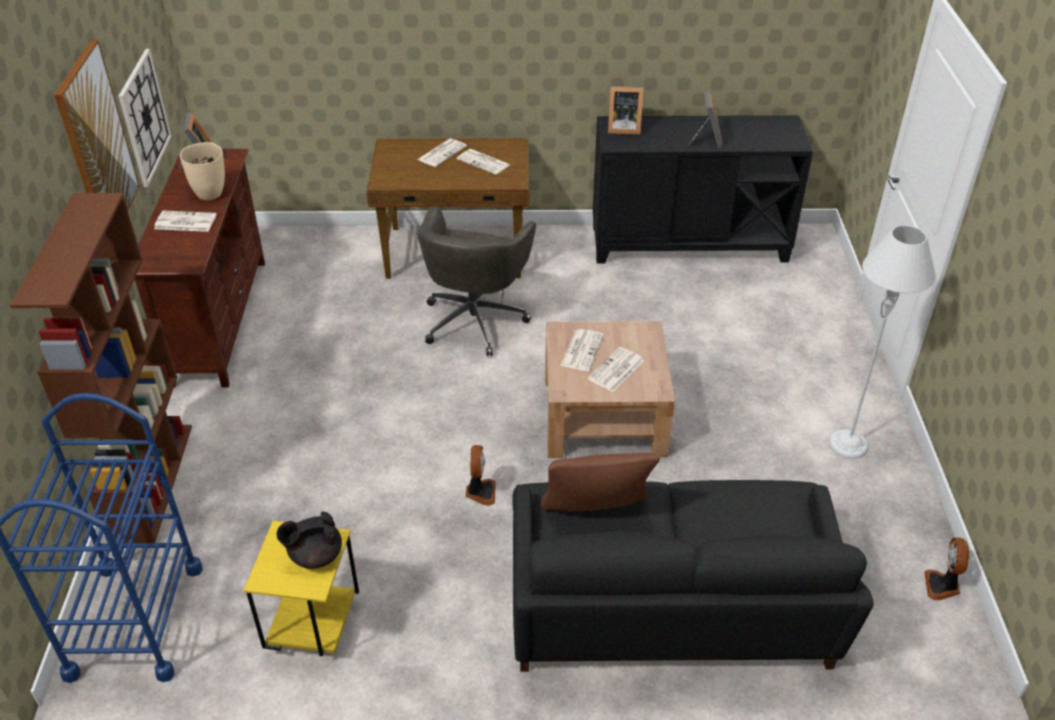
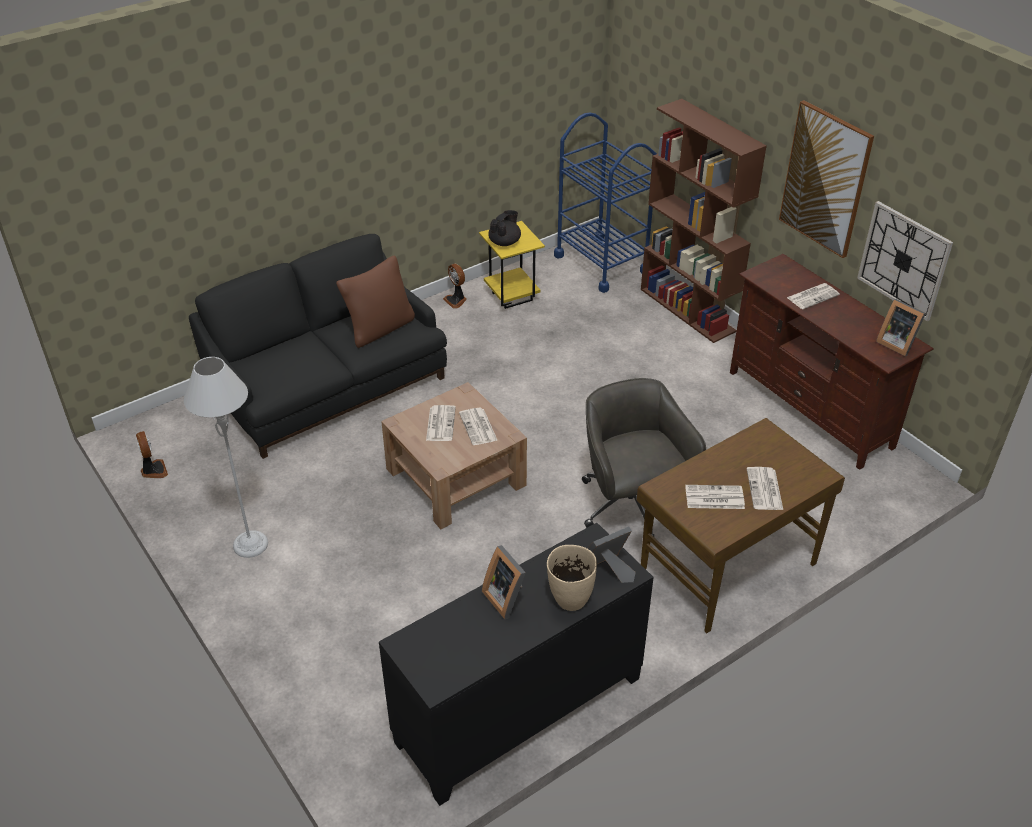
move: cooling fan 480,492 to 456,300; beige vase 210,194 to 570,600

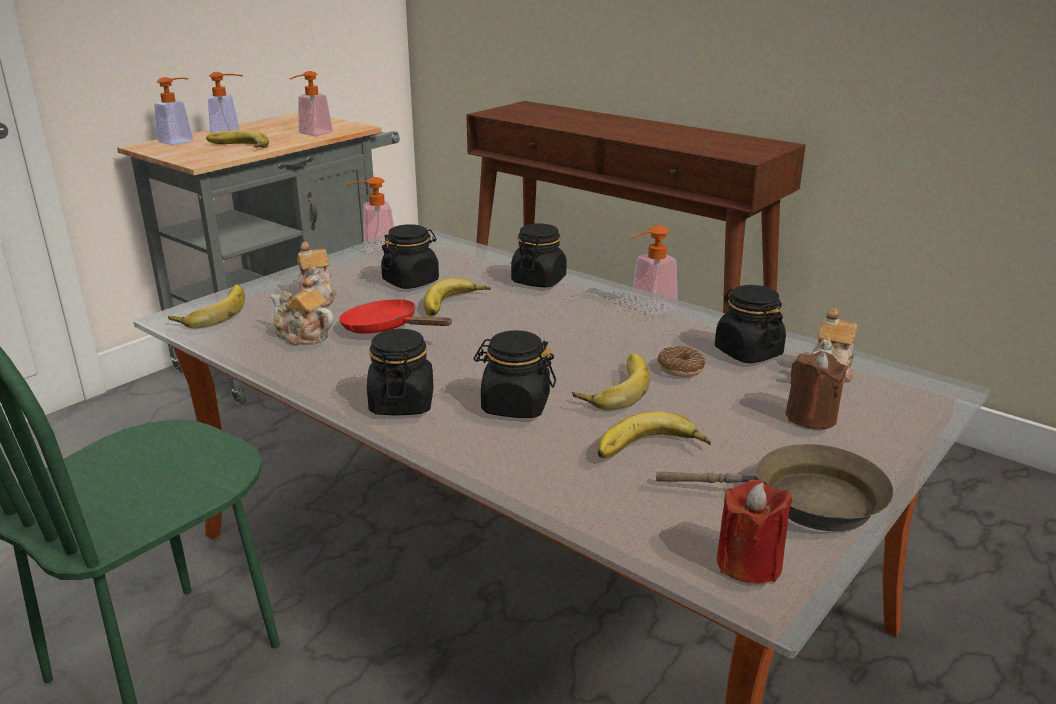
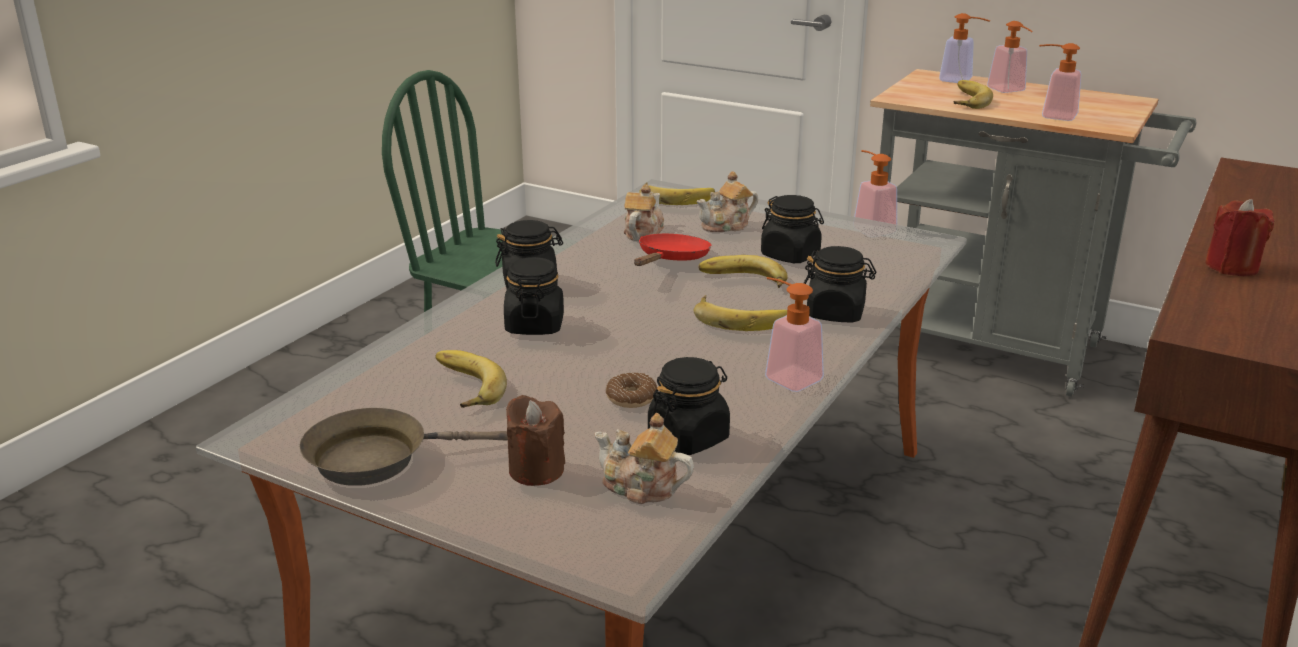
move: whole banana 613,387 to 740,318; red wax light 749,563 to 1231,267
rotate: brown-coloured skillet 805,501 = 378,458 75 degrees clockwise

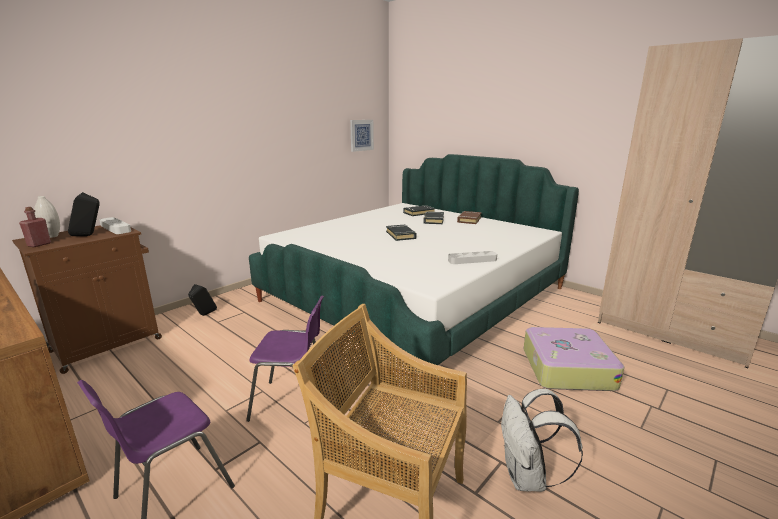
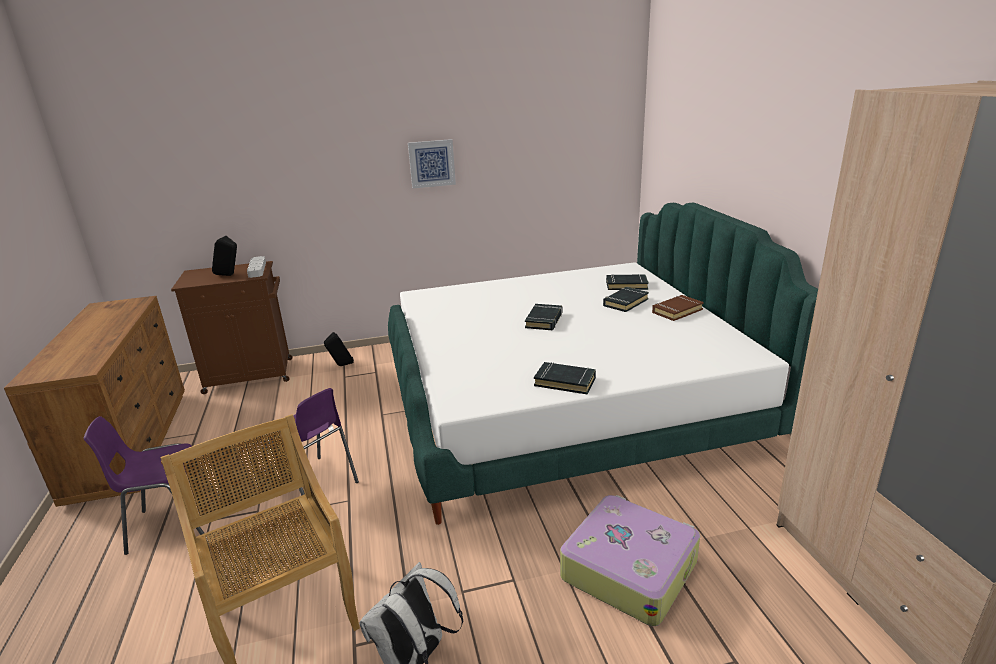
delete: red bottle 39,244; white vase 52,236
move: wall art 361,135 to 431,163
replace: grey tray 472,260 to black book 565,382

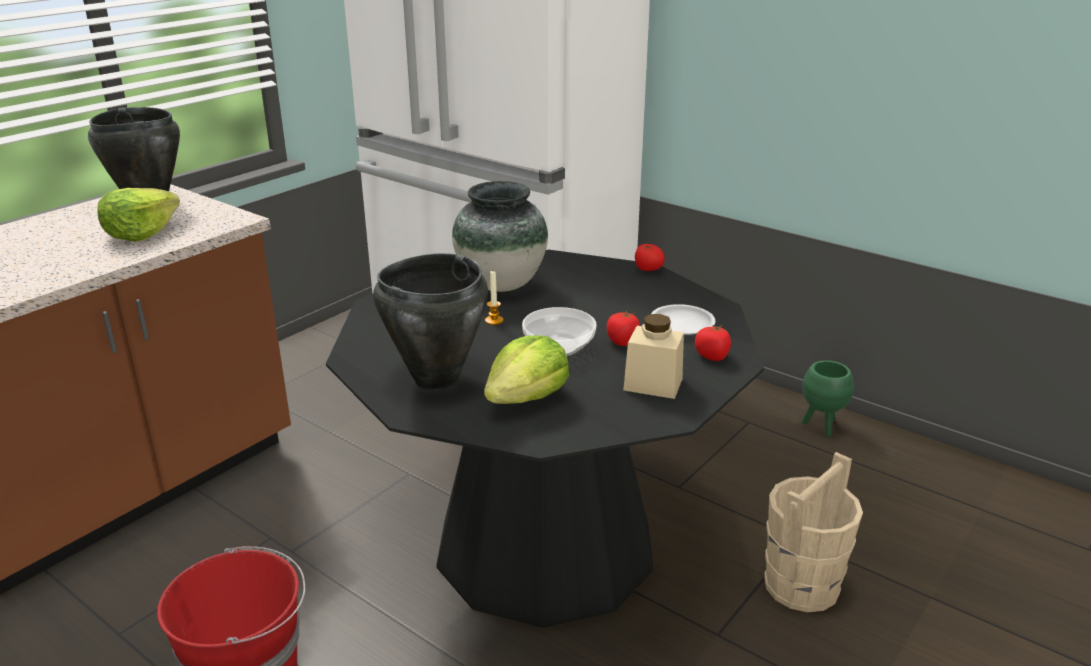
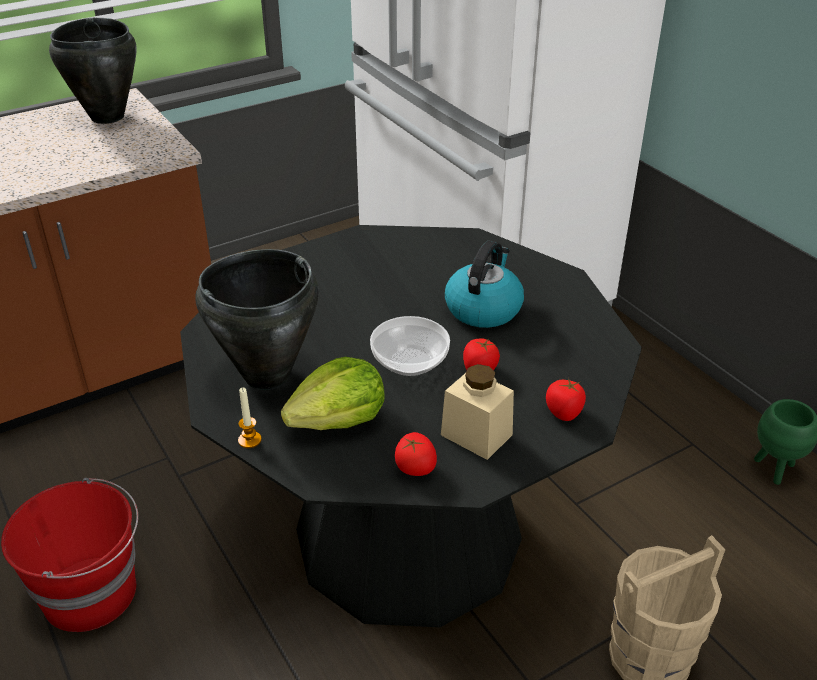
delete: head of lettuce 141,233; vase 500,284; white flat dish 681,324
insert: kettle 483,308
move: wax light 494,320 to 249,440; whole tomato 648,269 to 415,468

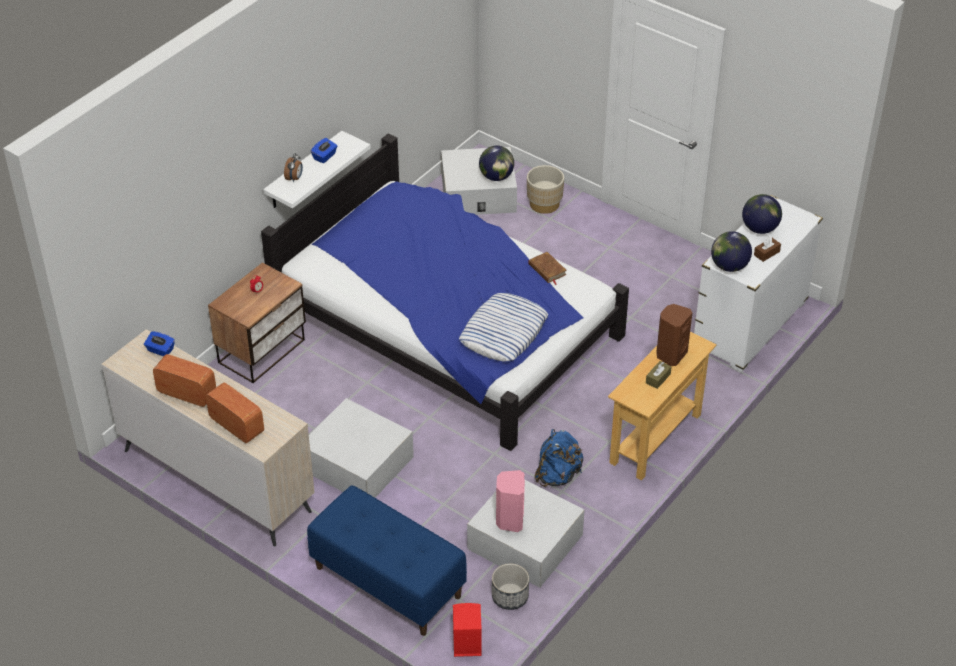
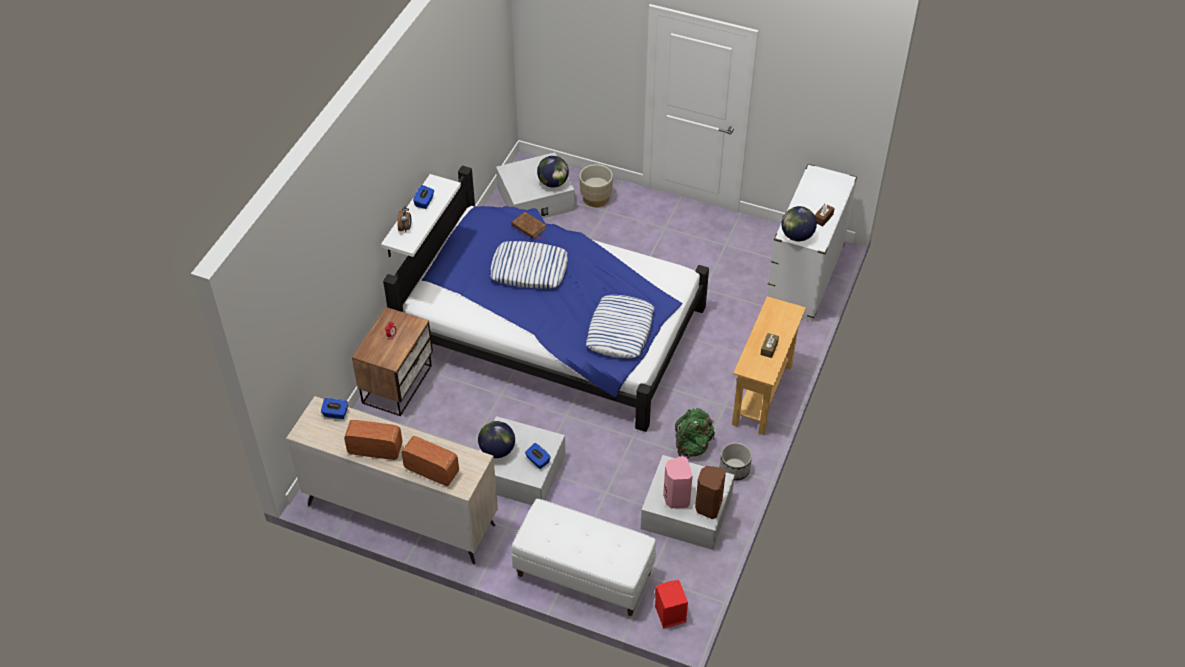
insert: throw pillow 529,269; blue-coloured box of tissues 537,461
move: world globe 759,229 to 497,450; brown-coloured book 547,270 to 529,227; brown-coloured loudspeaker 670,354 to 708,506; flower pot 509,596 to 734,469
recolor: blue-coloured long seat 387,582 to white long seat 583,574; blue-coloured rucksack 557,475 to green rucksack 693,445

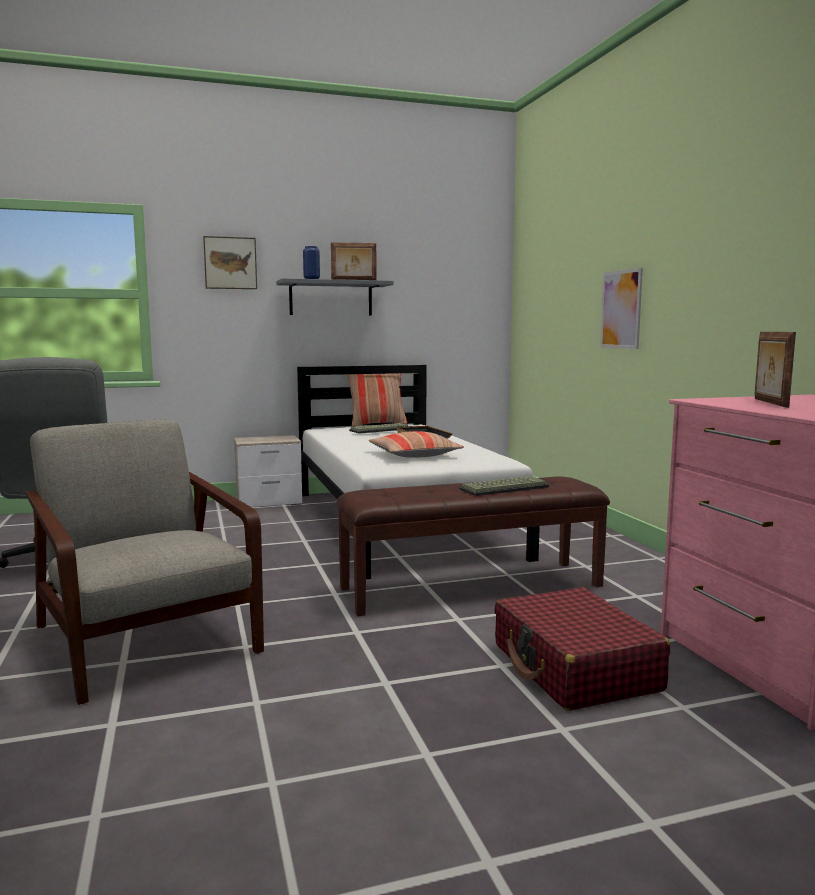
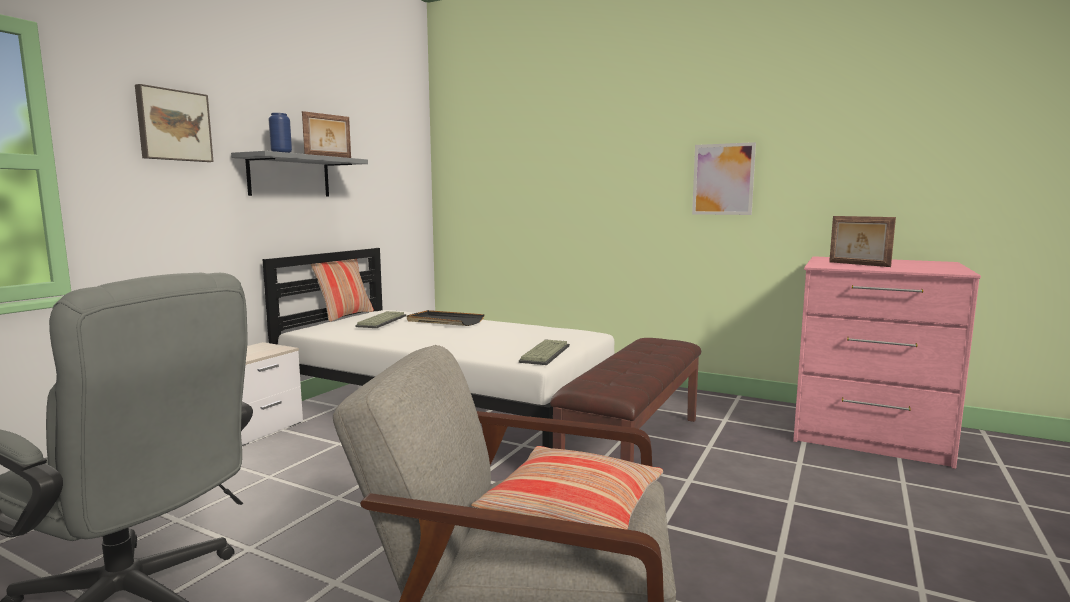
delete: red suitcase 575,668
move: throw pillow 414,455 to 572,509; computer keyboard 504,488 to 544,353; wall art 621,309 to 723,179

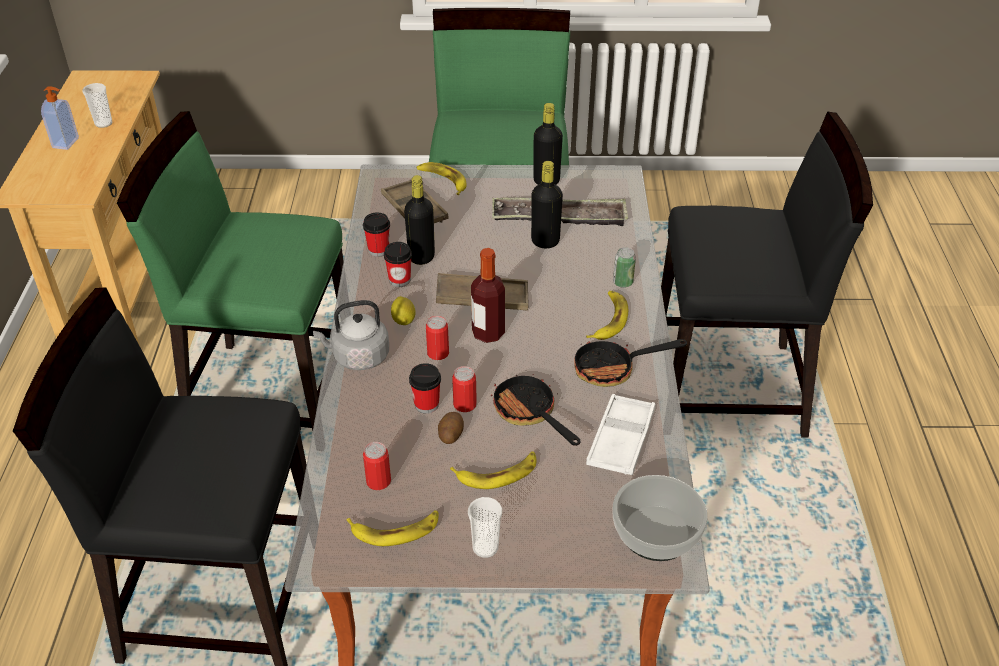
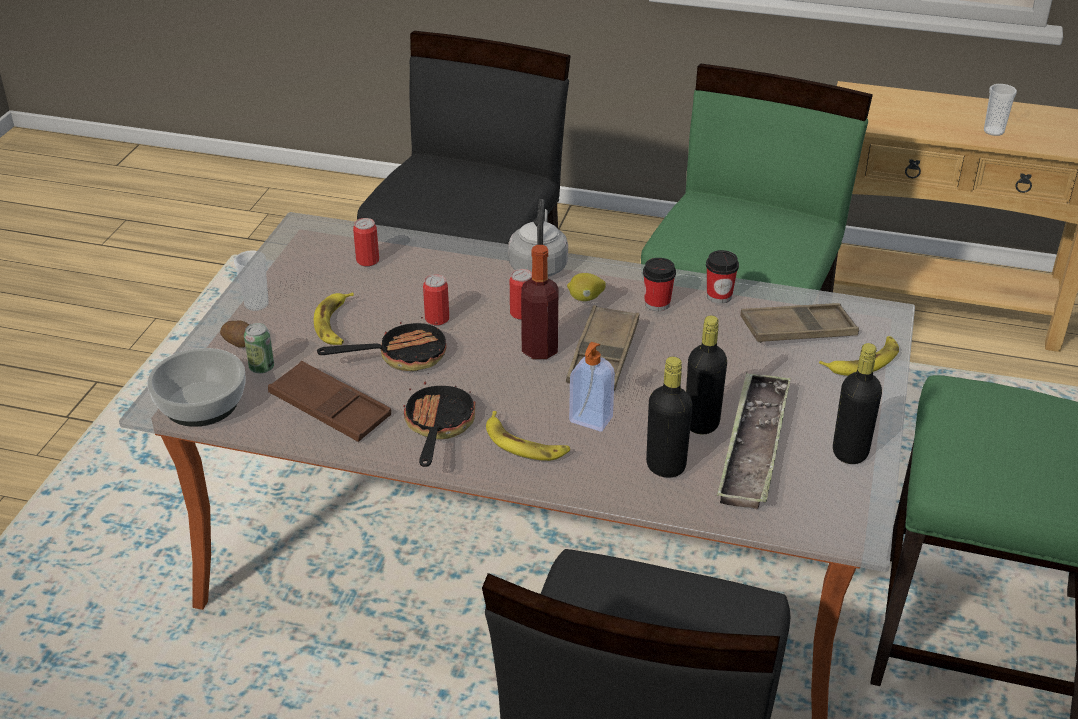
delete: whole banana 395,530; drinking cup 426,404
move: spud 450,434 to 240,342; sealed can 622,282 to 261,367; liquid soap bottle 66,143 to 590,420; black bottle 421,257 to 665,466
recolor: white tray 621,439 to brown-coloured tray 330,409

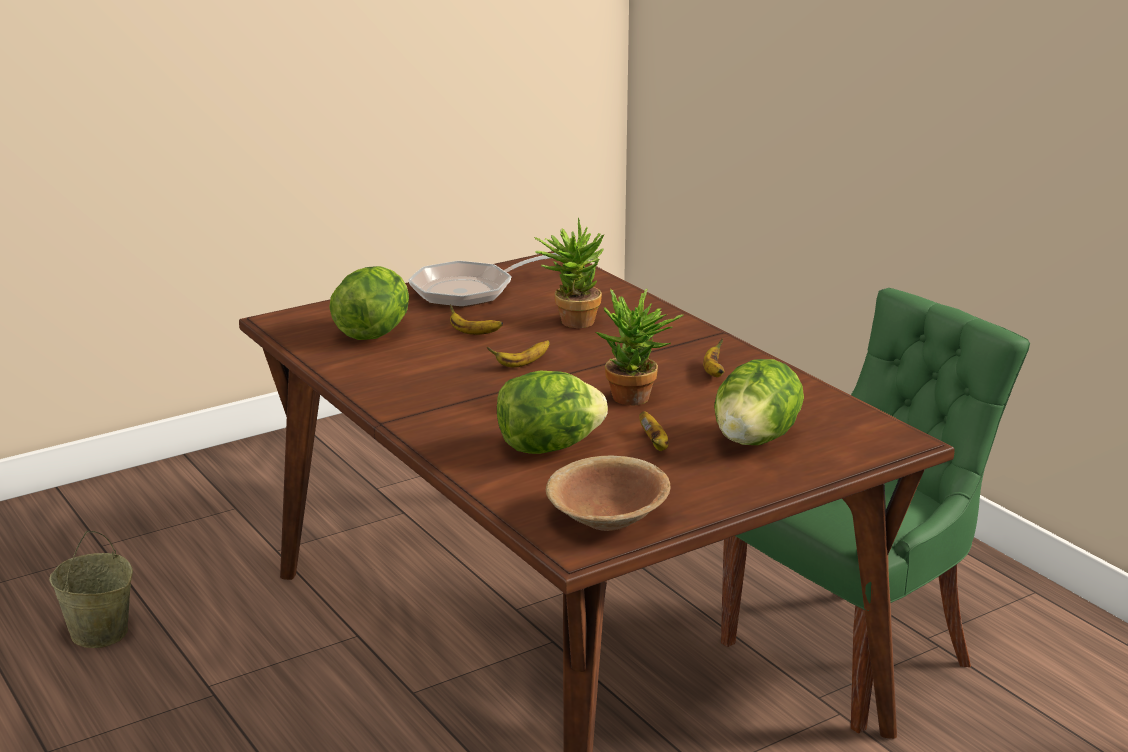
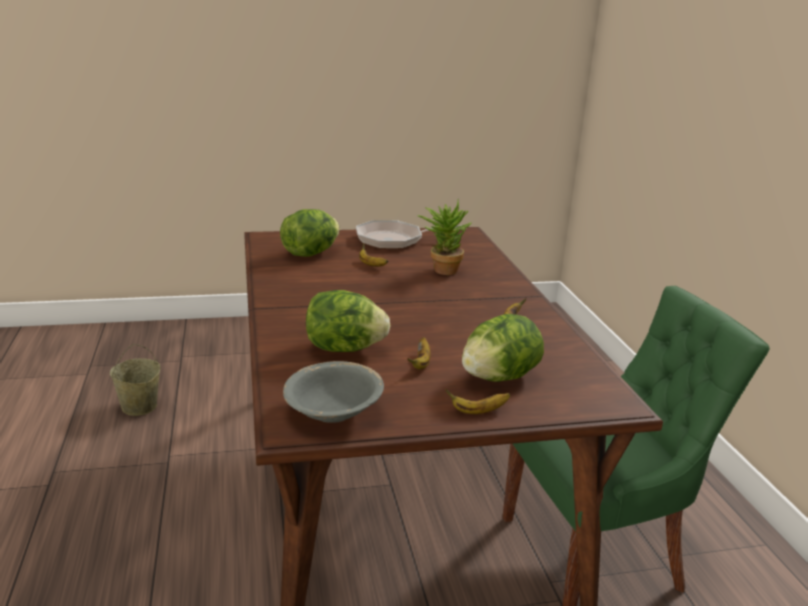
delete: potted plant 636,400
move: whole banana 522,364 to 478,411
recolor: brown-coloured deep dish 607,518 to grey deep dish 333,412

